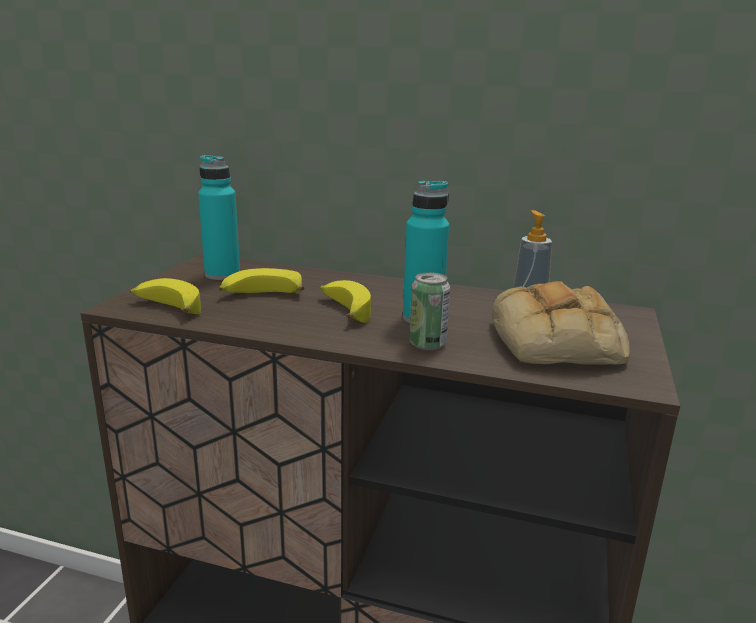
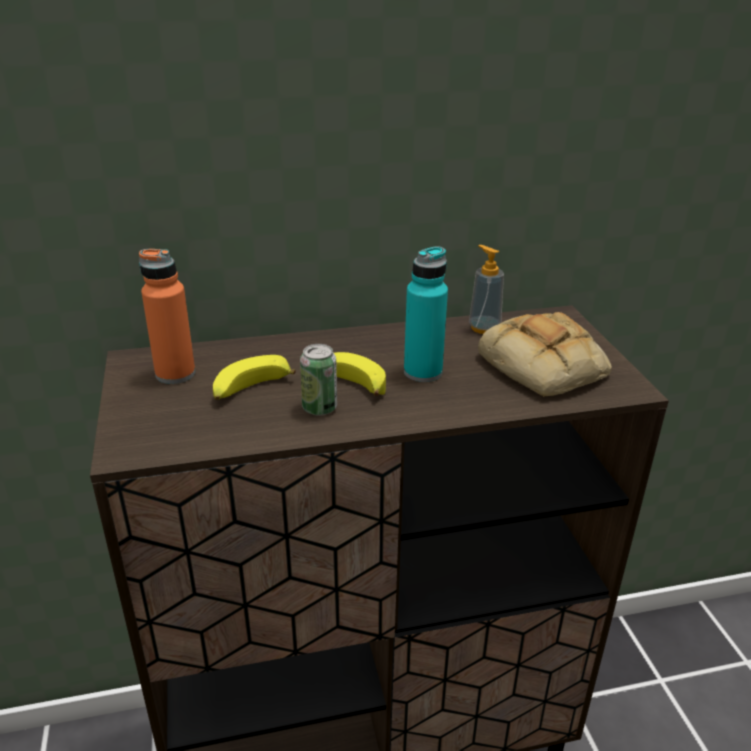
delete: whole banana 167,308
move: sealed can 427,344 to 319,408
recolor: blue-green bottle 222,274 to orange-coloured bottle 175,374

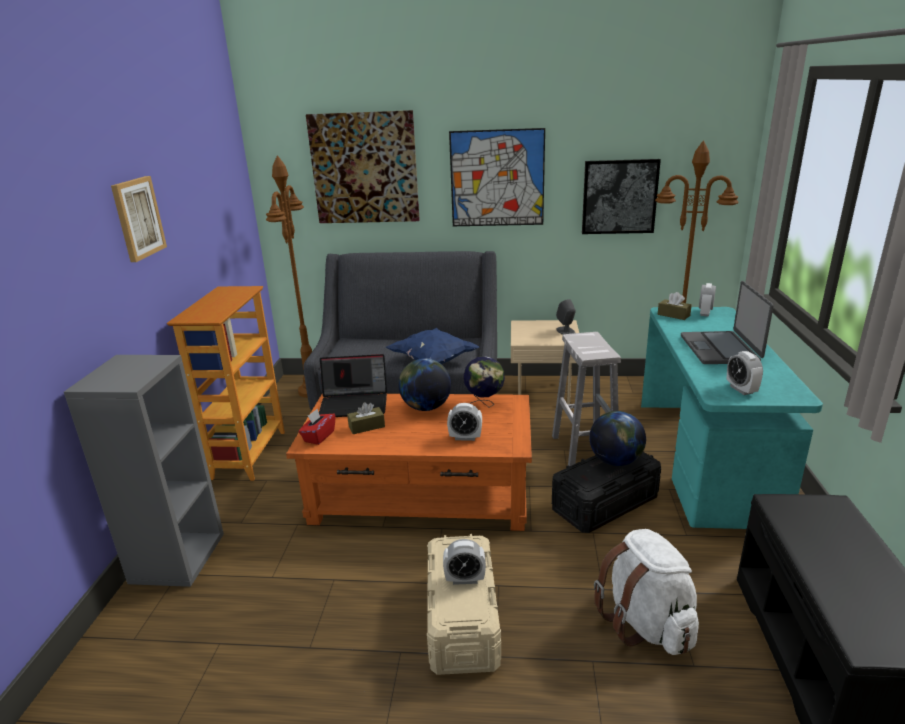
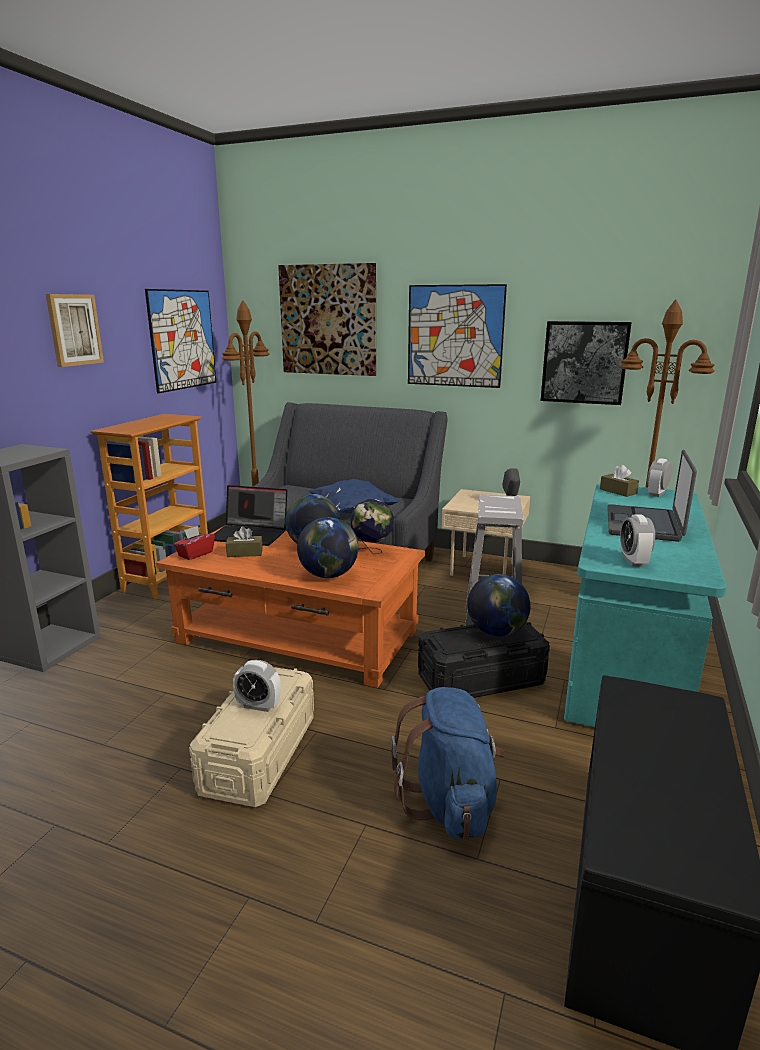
insert: wall art 183,339
replace: alarm clock 465,437 to world globe 329,575
recolor: white rucksack 646,623 to blue-coloured rucksack 450,803

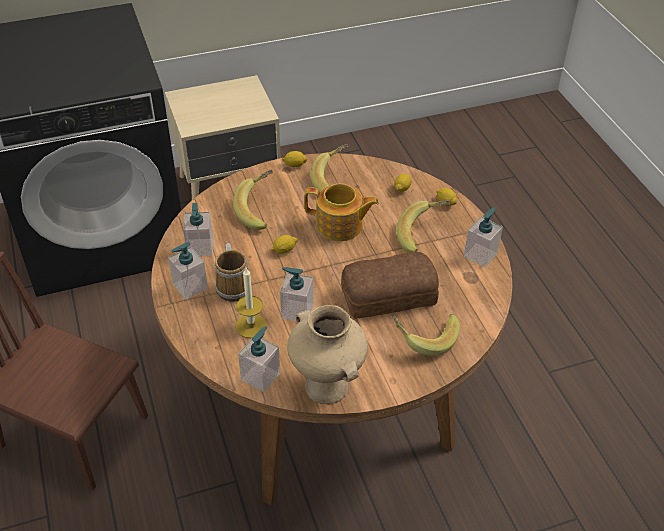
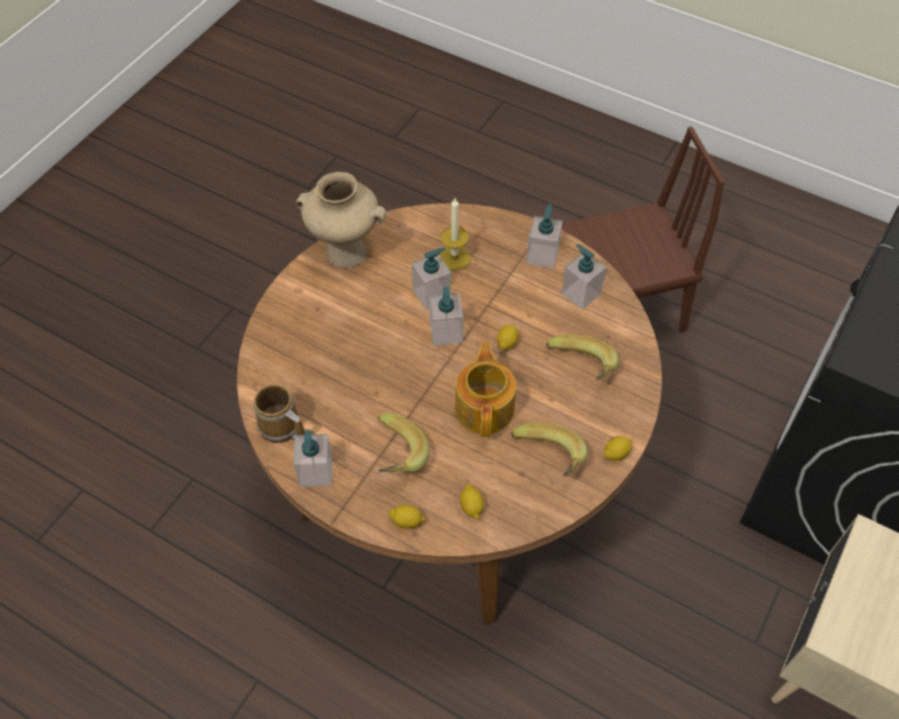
delete: bread 386,295; whole banana 424,337
move: coffee mug 234,286 to 281,428; liquid soap bottle 260,376 to 446,332
rotate: pot for tea 340,226 = 485,407 120 degrees clockwise

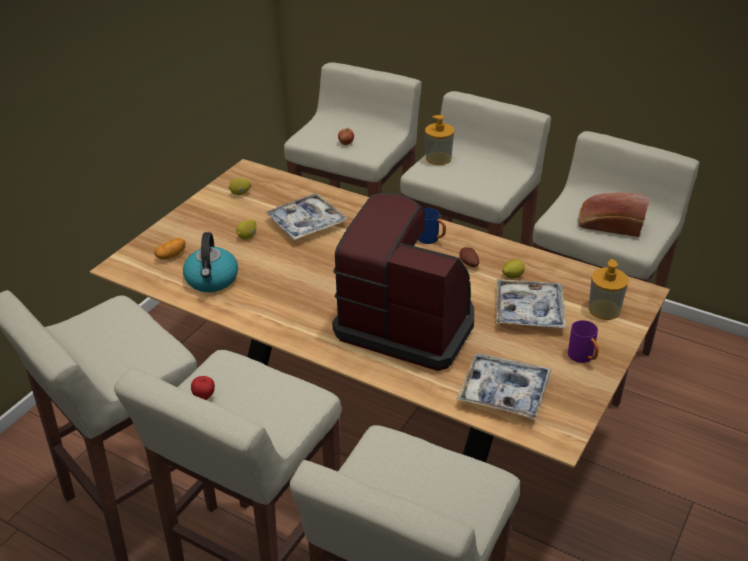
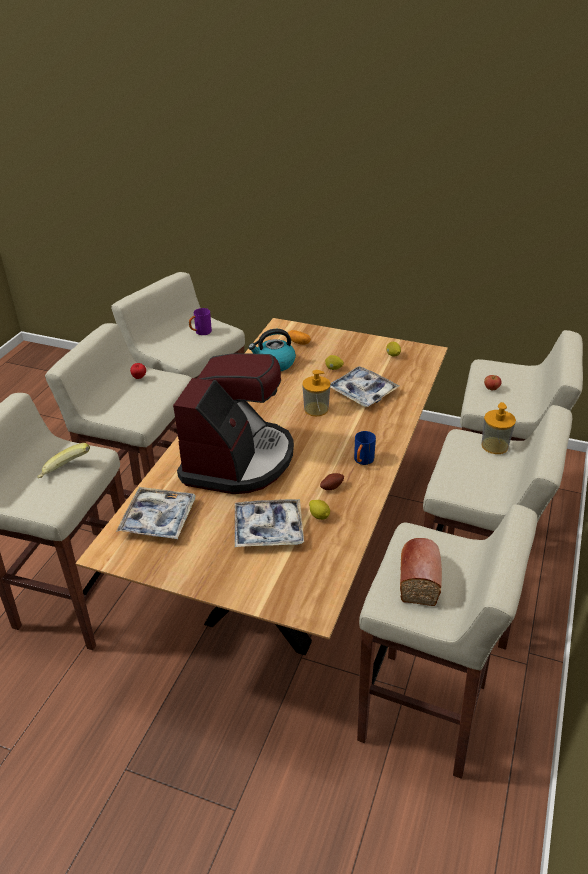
insert: whole banana 66,472
move: purple-coloured coffee mug 583,358 to 200,332; liquid soap bottle 604,310 to 316,409

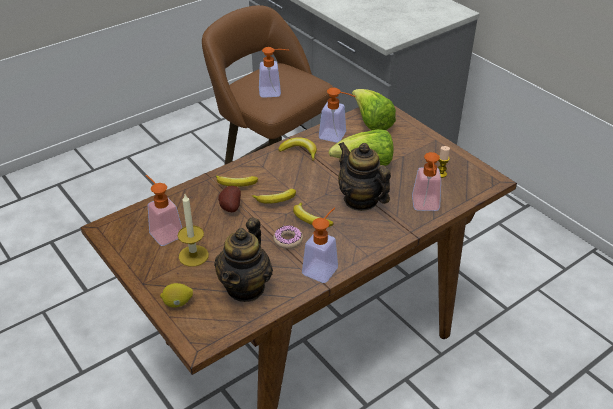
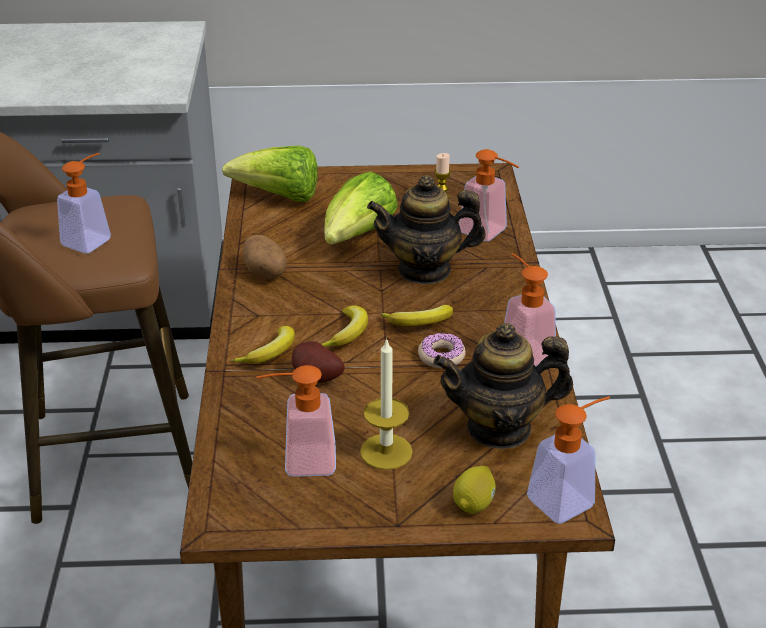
move: liquid soap bottle 337,136 to 569,498
replace: whole banana 299,152 to spud 266,273
rotate: pot for tea 246,287 = 499,428 120 degrees clockwise

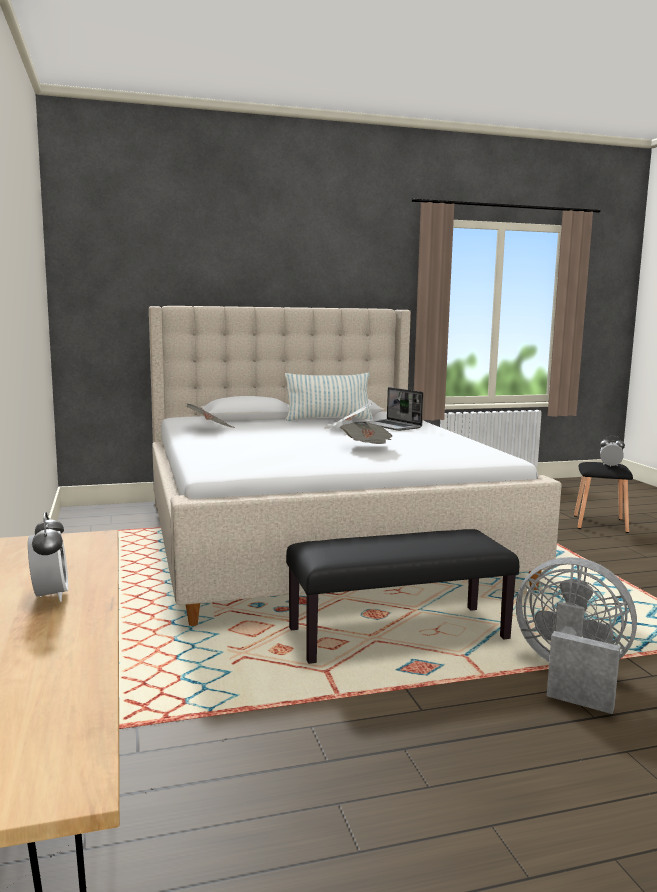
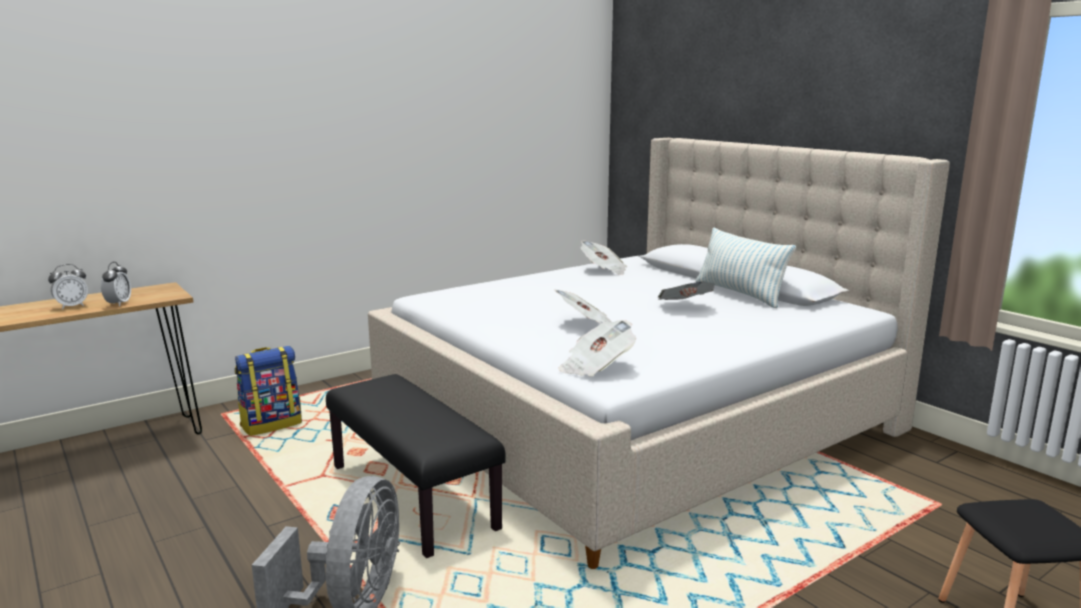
delete: notebook computer 393,426
insert: rucksack 271,424; printed paper 596,367
move: alarm clock 610,466 to 118,304

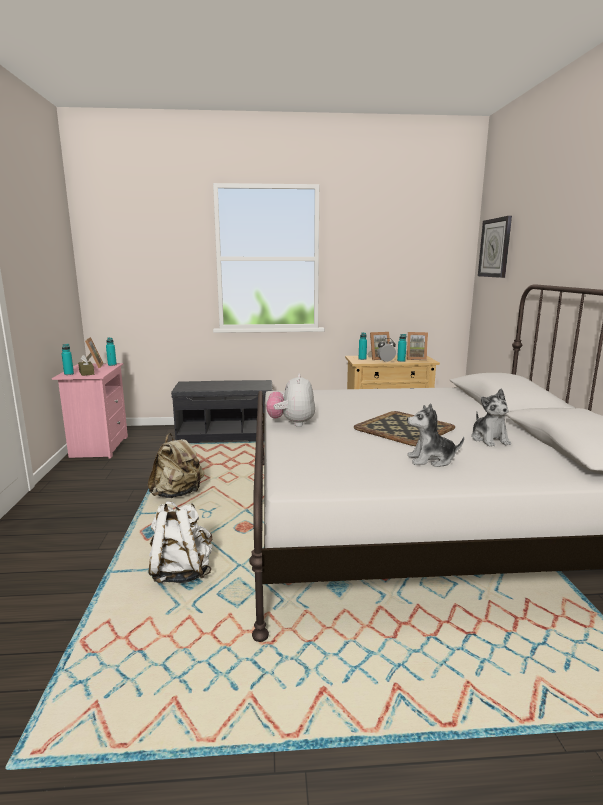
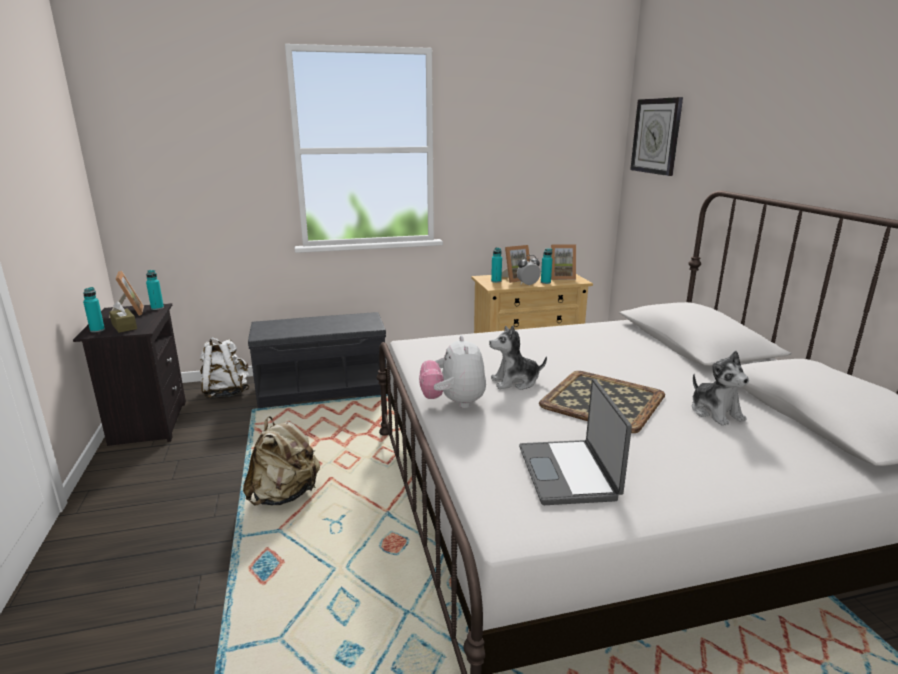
insert: notebook computer 569,473
move: white rucksack 181,572 to 226,392; plush toy 431,460 to 515,382
recolor: pink-coloured nightstand 98,447 to black nightstand 147,423

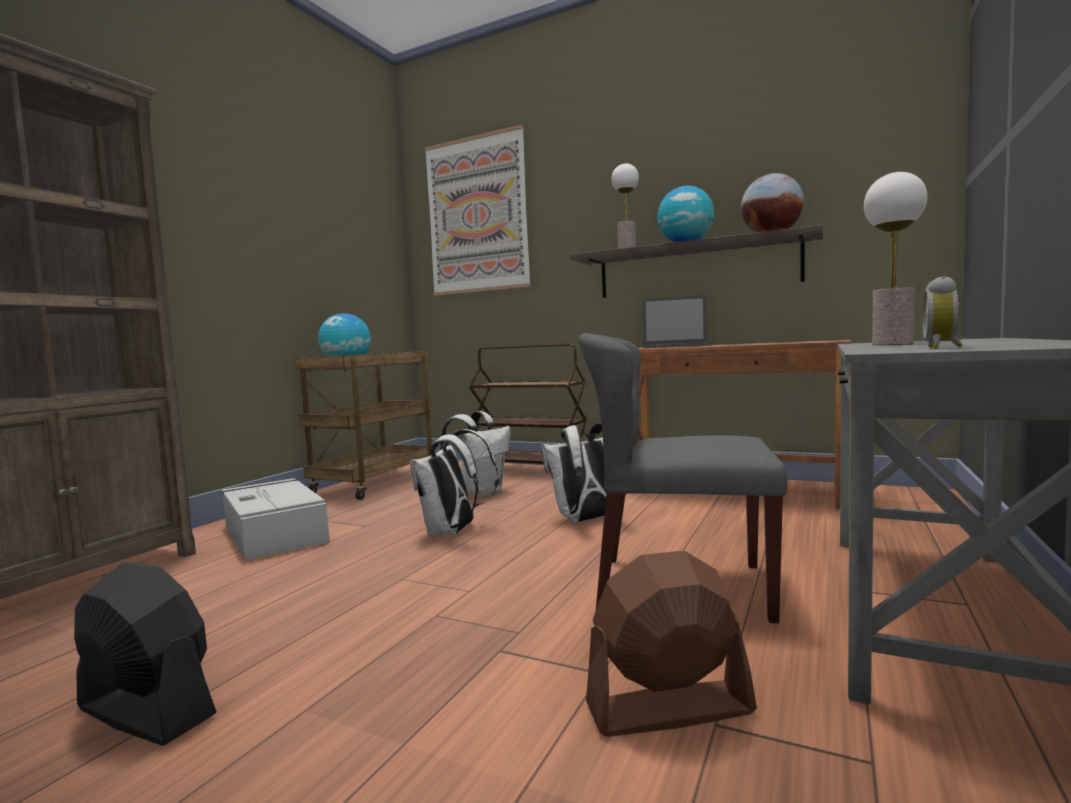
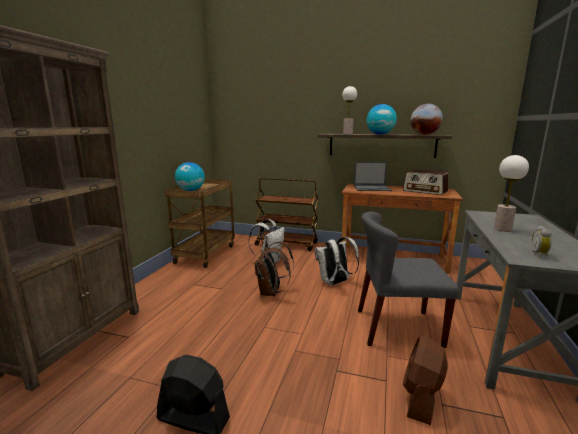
delete: grey storage container 274,533; wall art 477,215
insert: radio 425,191
recolor: white rucksack 453,532 to brown-coloured rucksack 271,292
rotate: brown-coloured cooling fan 668,708 = 421,397 45 degrees counterclockwise

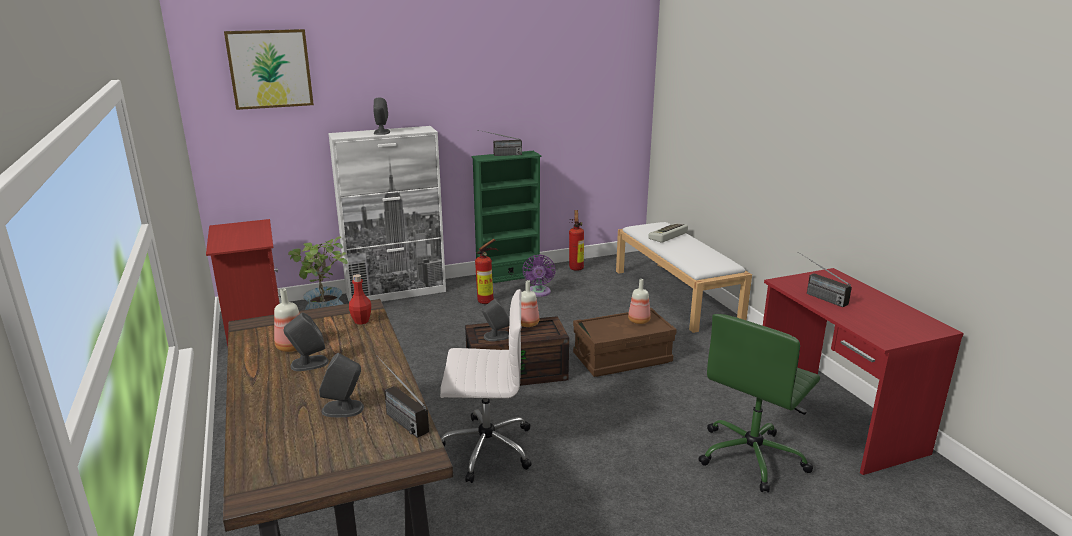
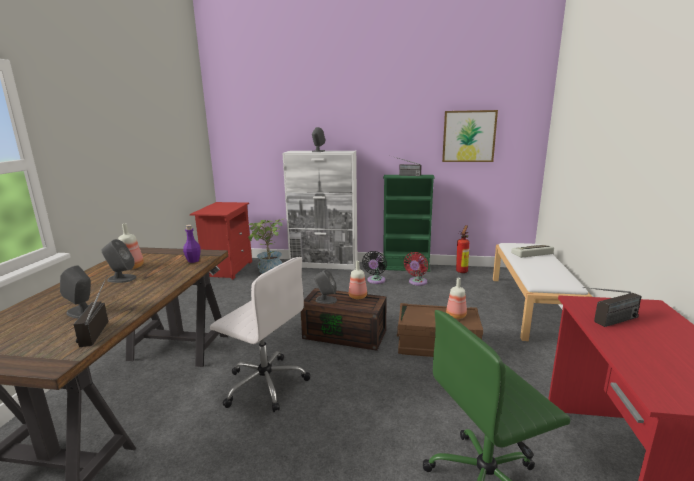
move: wall art 270,69 to 469,136
replace: extinguisher 488,301 to black cooling fan 375,281
recolor: red bottle 361,321 to purple-coloured bottle 193,261; purple-coloured cooling fan 538,293 to red cooling fan 417,282
rotate: radio 816,295 = 608,323 105 degrees counterclockwise

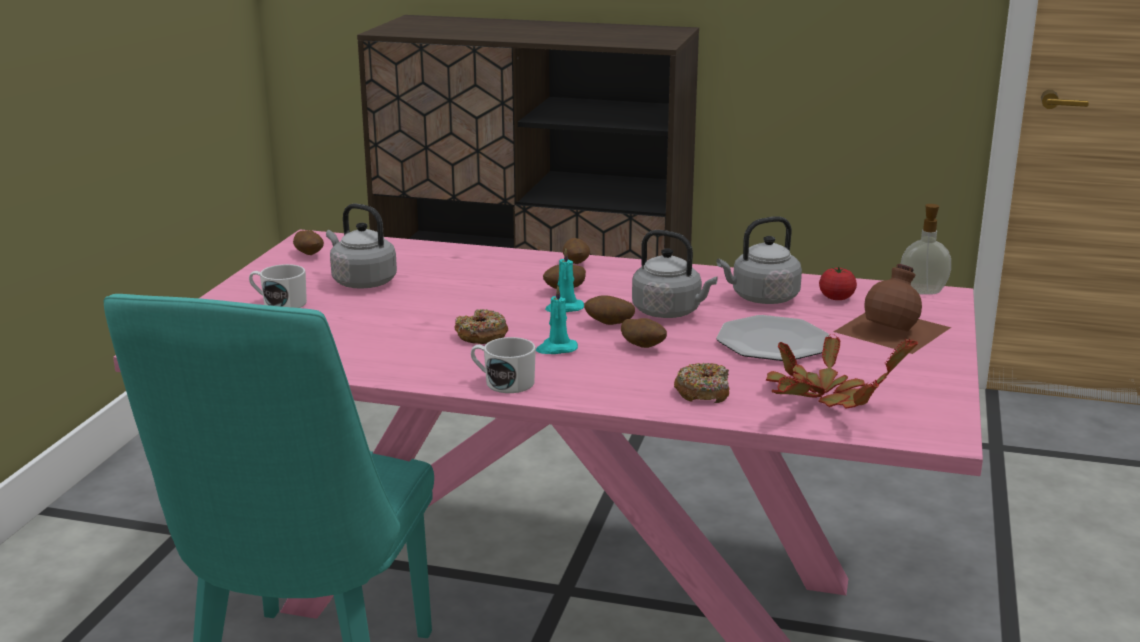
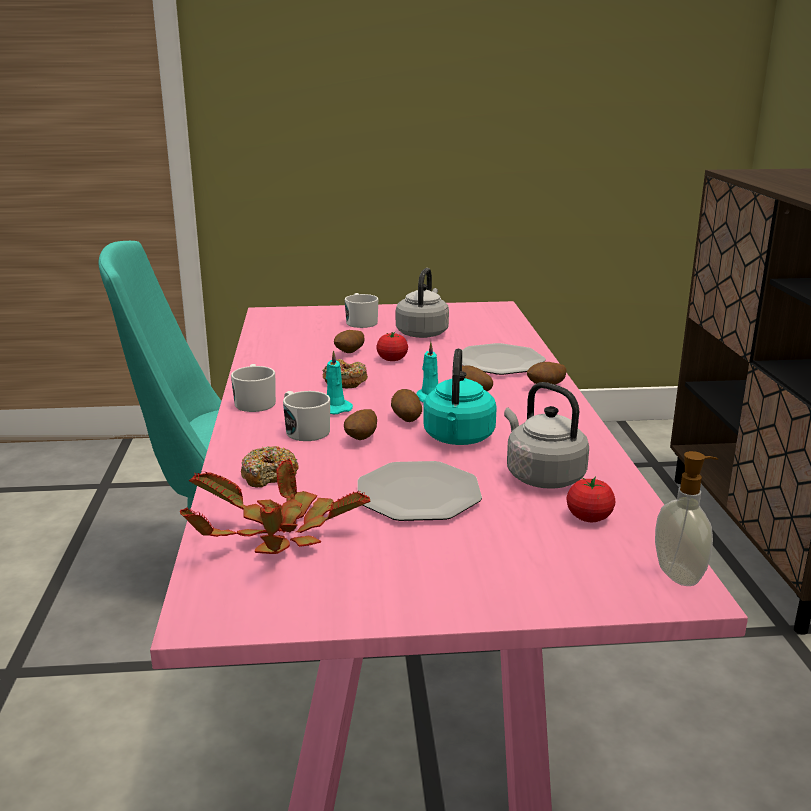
delete: brown-coloured bottle 894,329
insert: white coffee mug 304,430; whole tomato 392,359; flat dish 499,362
move: spud 309,254 to 350,353
recolor: grey kettle 670,312 to blue-green kettle 458,439

